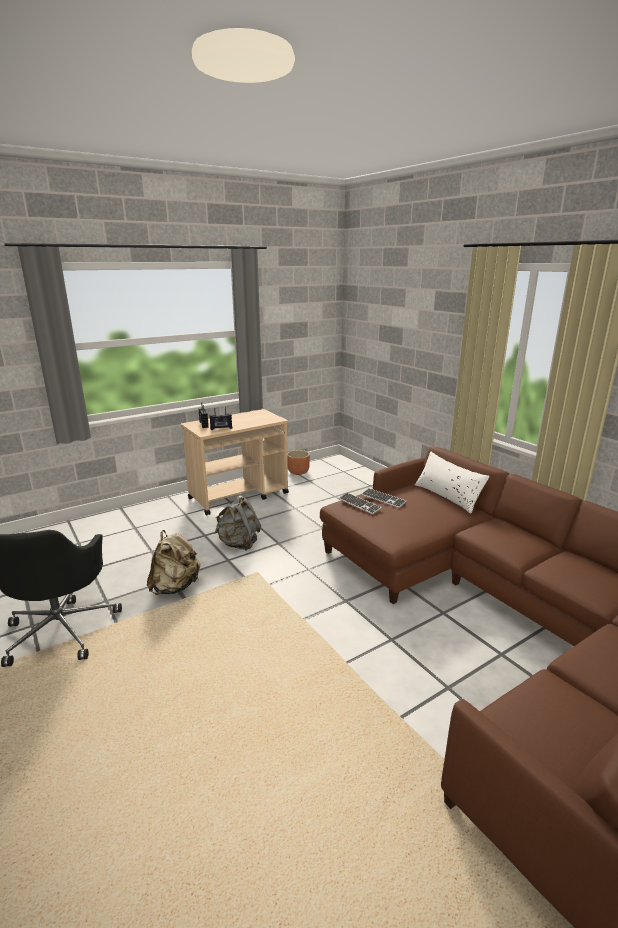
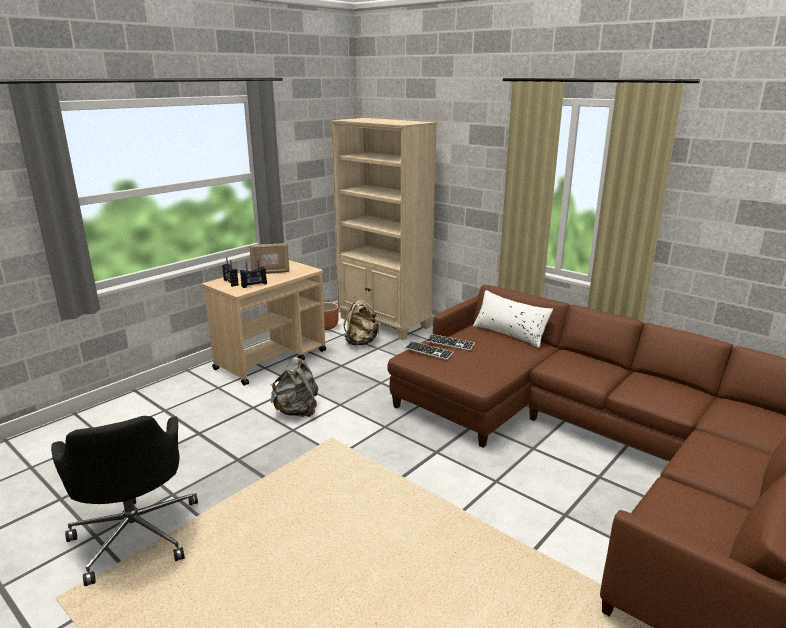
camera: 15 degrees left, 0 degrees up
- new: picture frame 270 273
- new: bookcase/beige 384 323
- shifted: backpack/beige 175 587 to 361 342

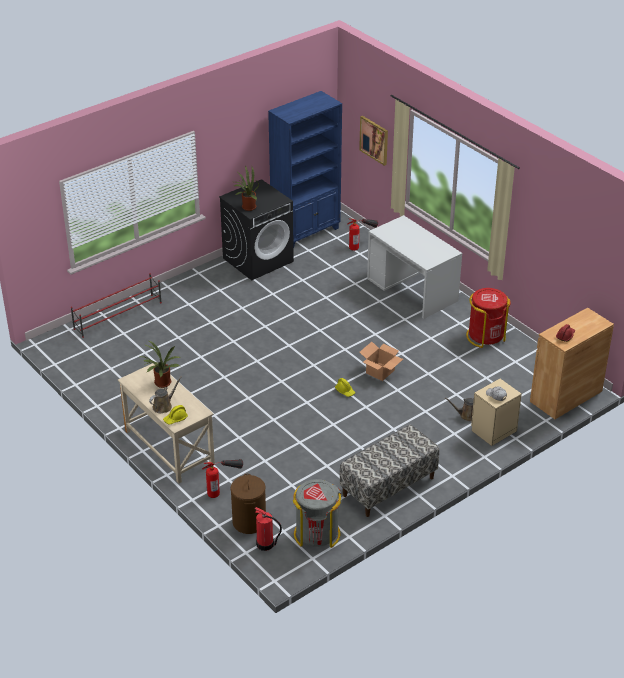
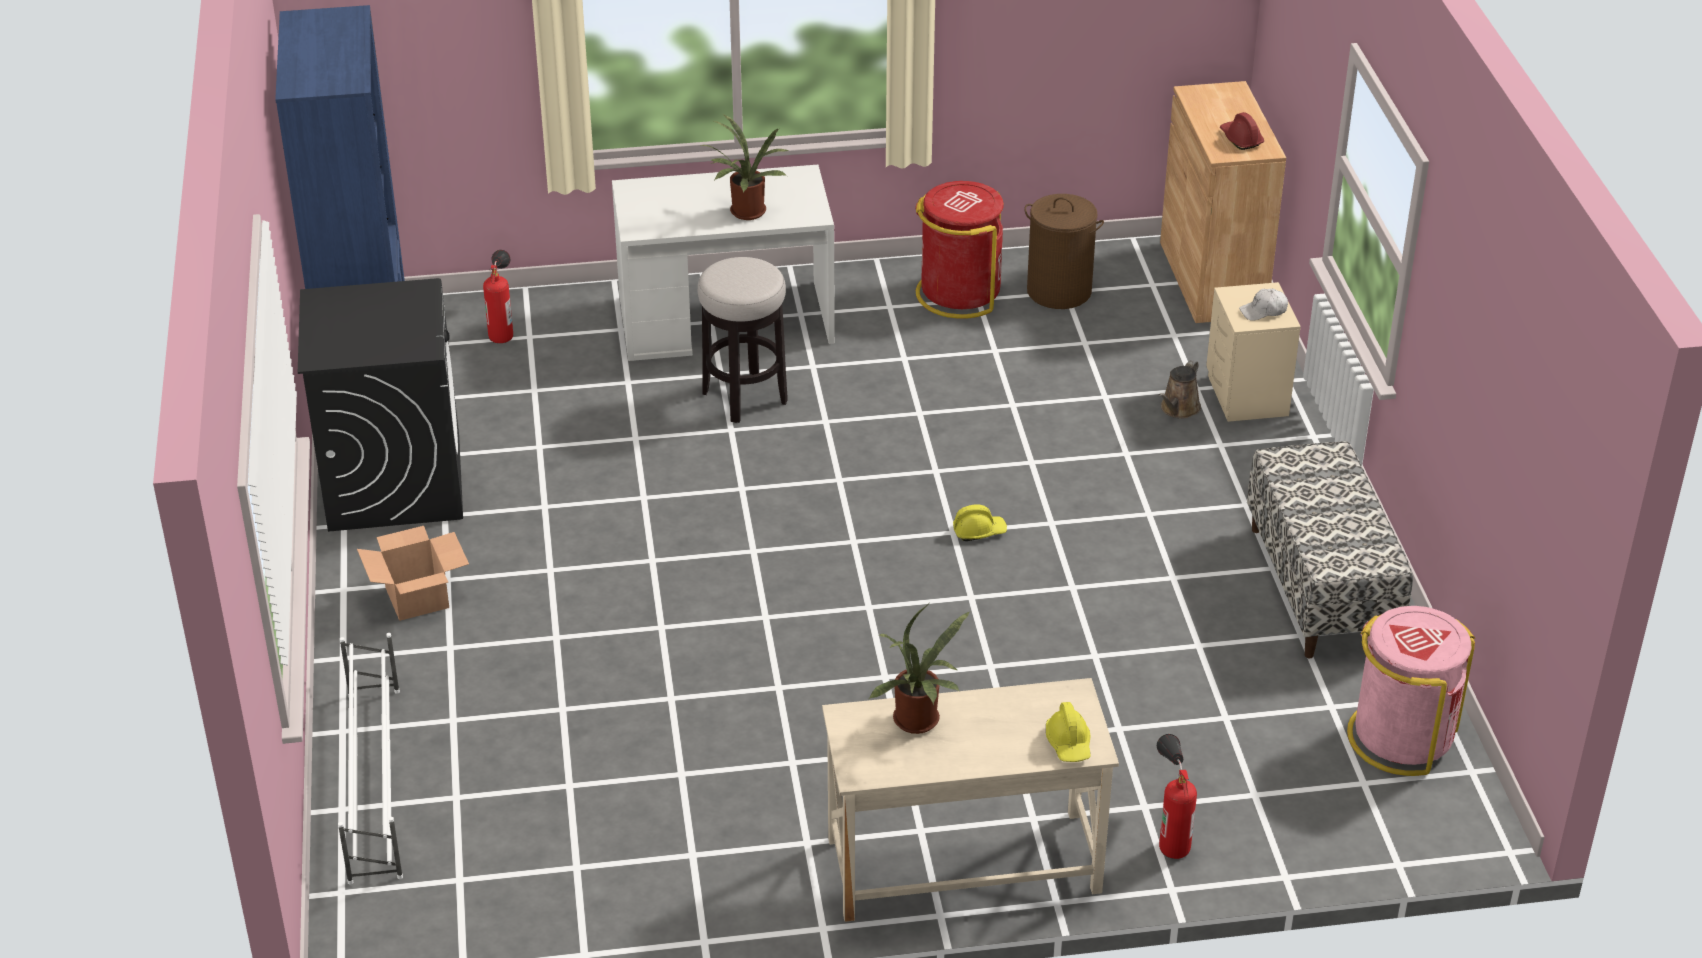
camera: 60 degrees left, 0 degrees up
- repainted: shoe rack/red 118 315 to shoe rack/white 375 782
- shifted: cardboard box 380 371 to 416 597
- new: stool 744 397
- shifted: potted plant 247 207 to 745 214
- shifted: laundry basket/brown 249 522 to 1059 291
- repainted: trash can/grey 317 534 to trash can/pink 1401 737
- gone: watering can/brown 164 406
- gone: fire extinguisher 265 544
- gone: picture 374 140

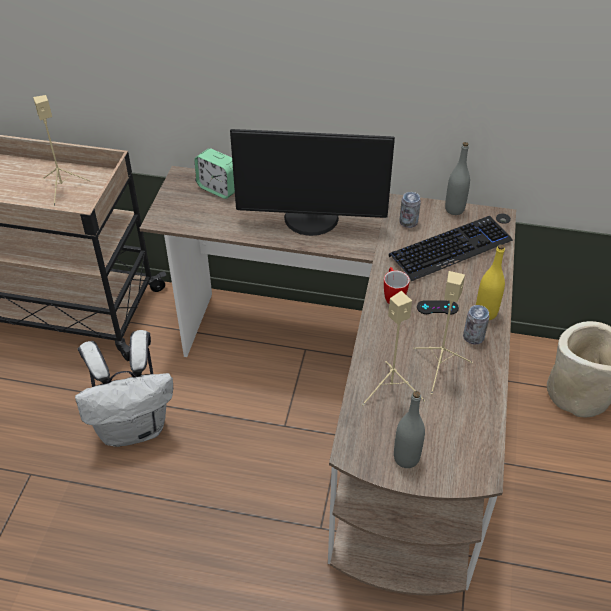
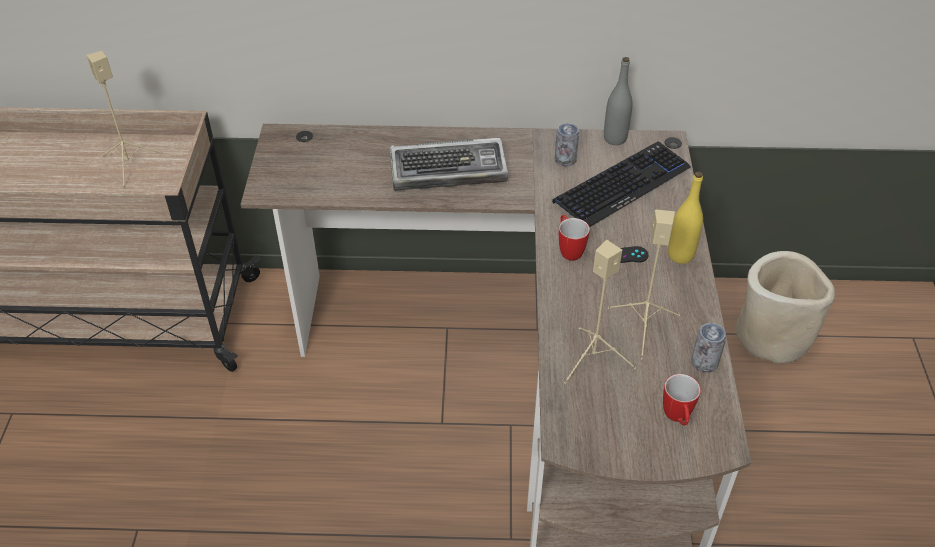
camera: 10 degrees left, 0 degrees up
- swapped: monitor 311 220 to keyboard 449 170
- new: mug 677 418
- shifted: can 473 337 to 704 363
- gone: backpack/white 134 427
- gone: alarm clock 218 188
- gone: bottle/grey 406 458

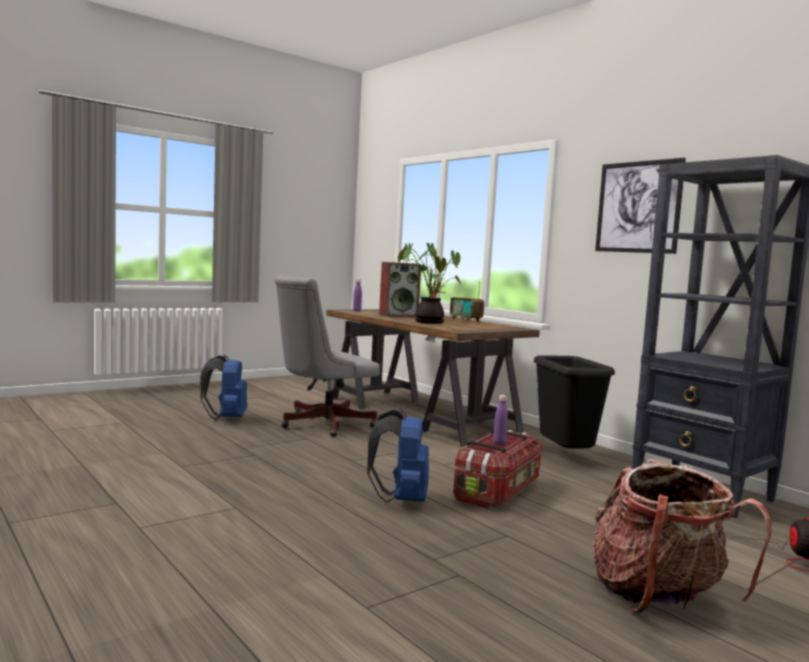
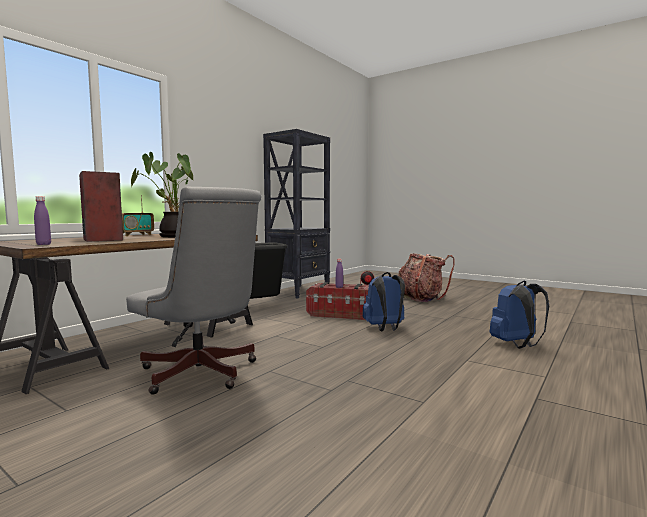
camera: 105 degrees left, 0 degrees up
- shifted: backpack/blue 226 418 to 517 345
- gone: picture 638 207

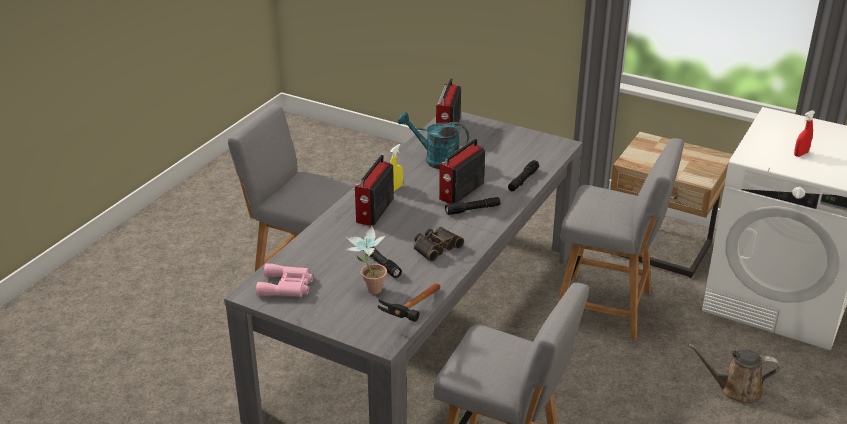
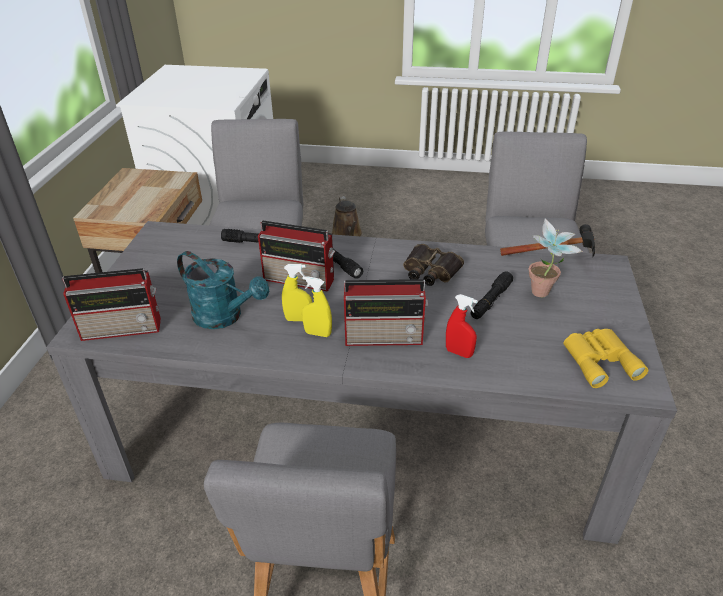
camera: 110 degrees left, 5 degrees up
- rotated: watering can/turquoise 436 160 = 225 317 60 degrees counterclockwise
- new: spray bottle/yellow 298 319
- shifted: spray bottle/red 801 154 to 459 353
- repainted: binoculars/pink 287 286 to binoculars/yellow 599 360

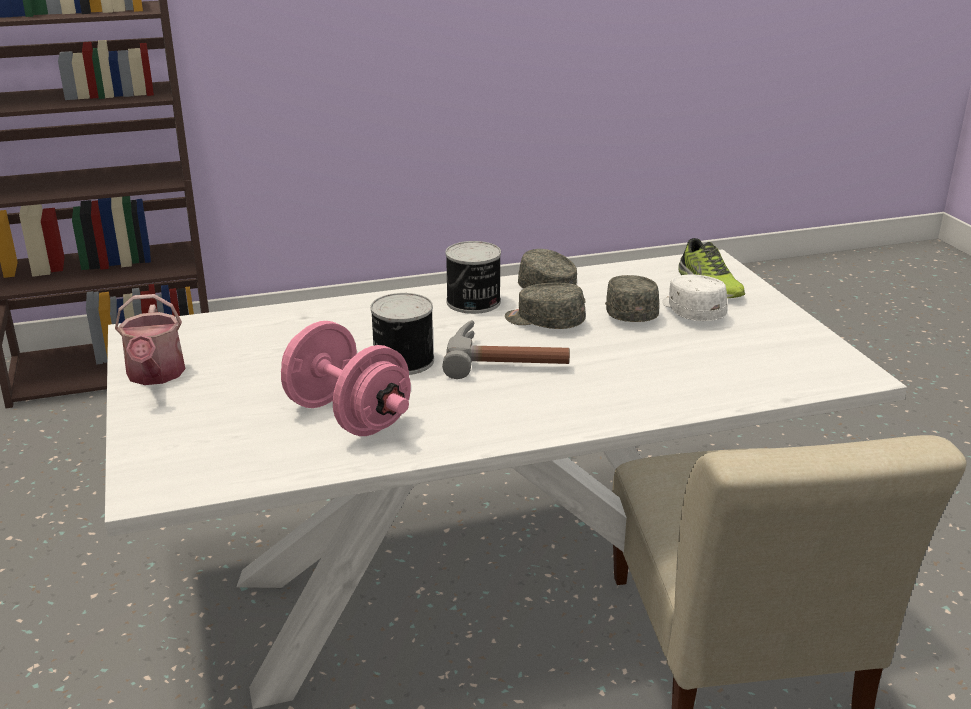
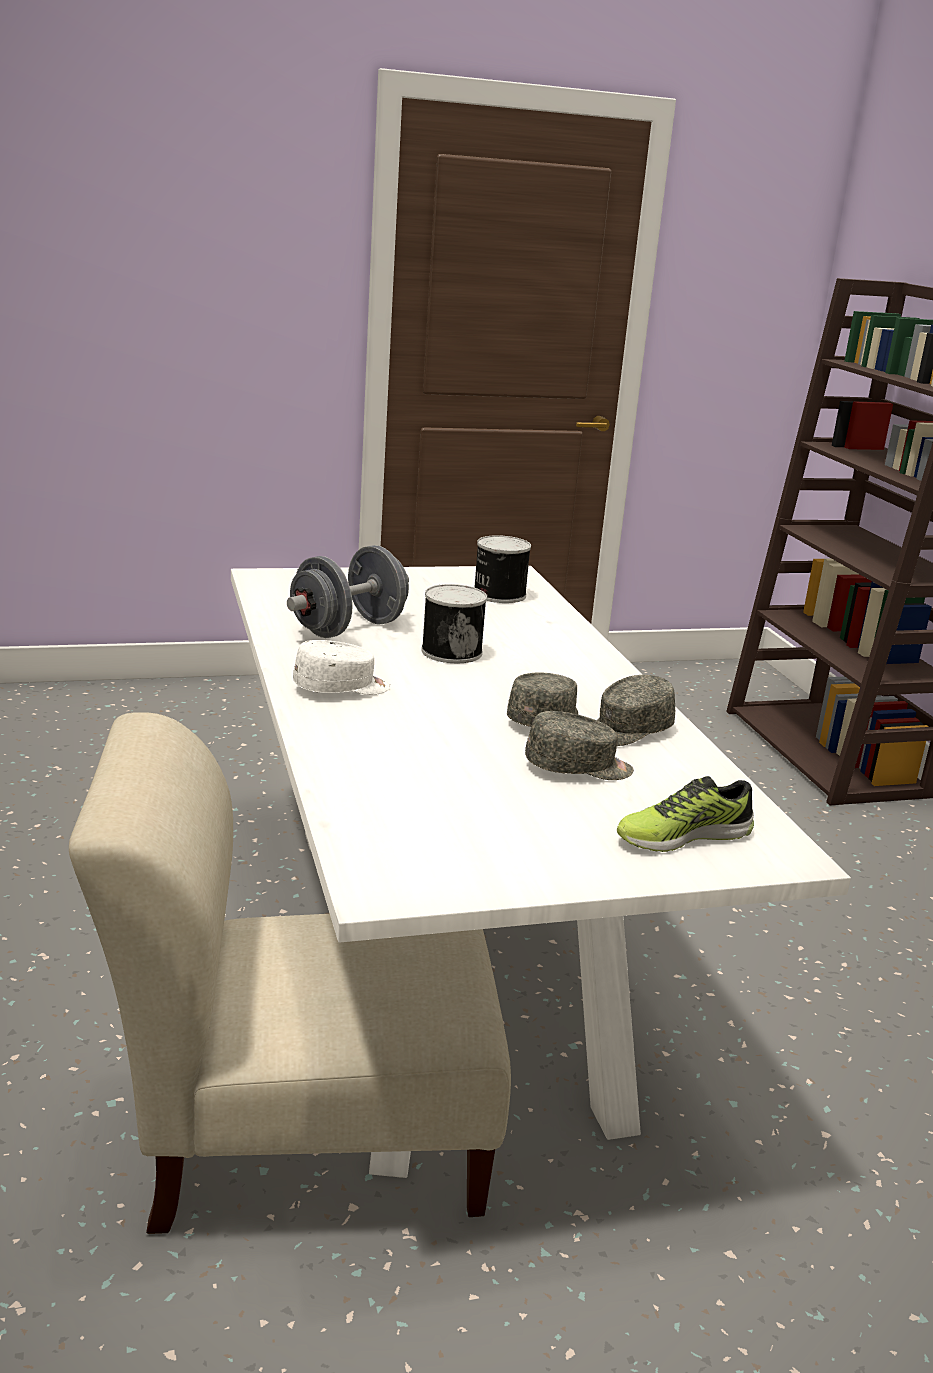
camera: 90 degrees right, 5 degrees down
- repainted: dumbbell/pink 348 416 to dumbbell/grey 348 628
- shifted: cap/white 691 311 to 342 688
- shifted: can 473 302 to 498 594
- gone: watering can 155 376
- gone: hammer 507 360

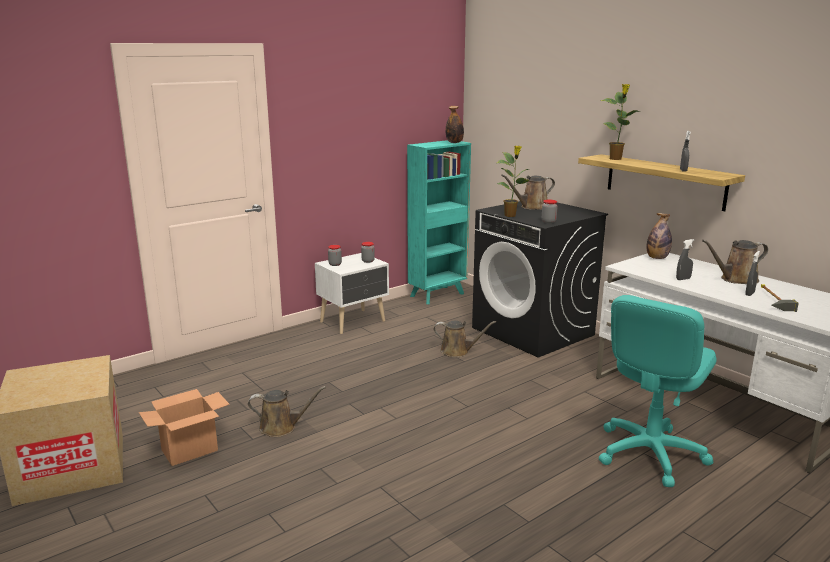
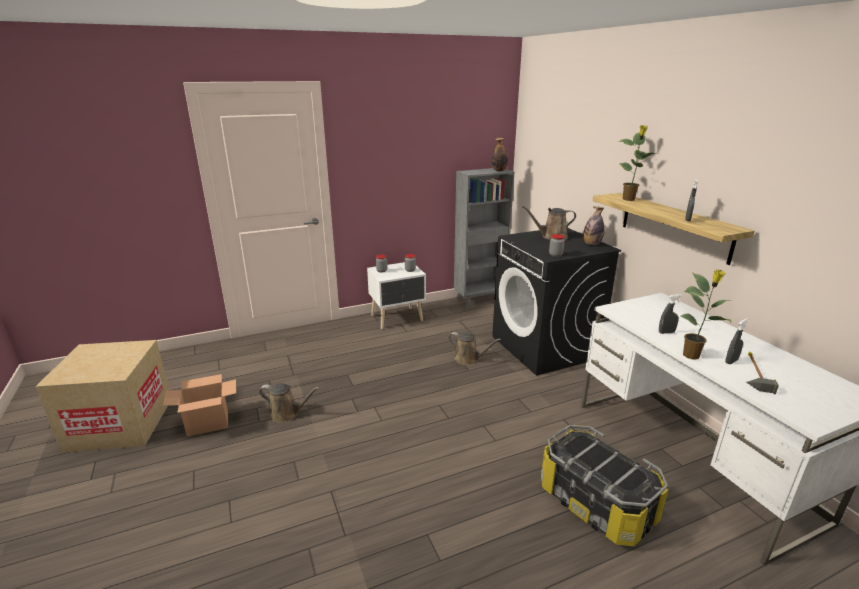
camera: 15 degrees right, 5 degrees up
- repainted: bookcase/turquoise 438 295 to bookcase/grey 479 300
- swapped: office chair/turquoise 649 453 to storage box 595 504
- shifted: bottle 657 258 to 591 244
- shifted: potted plant 511 215 to 692 355
- gone: watering can/brown 736 279

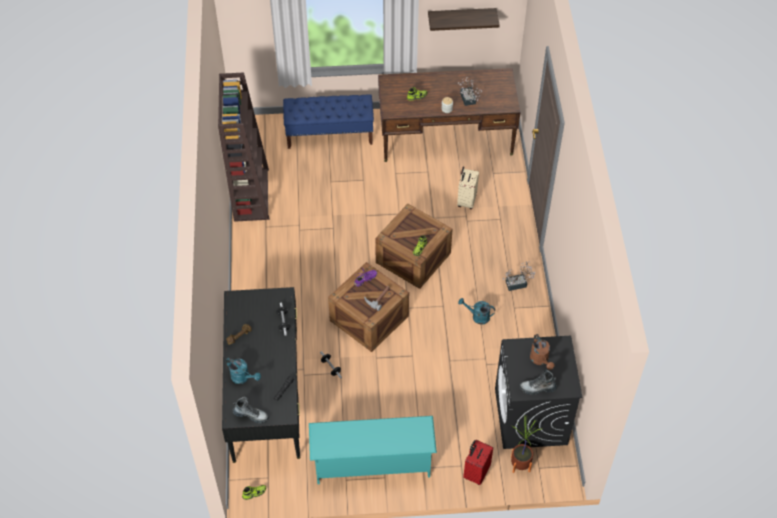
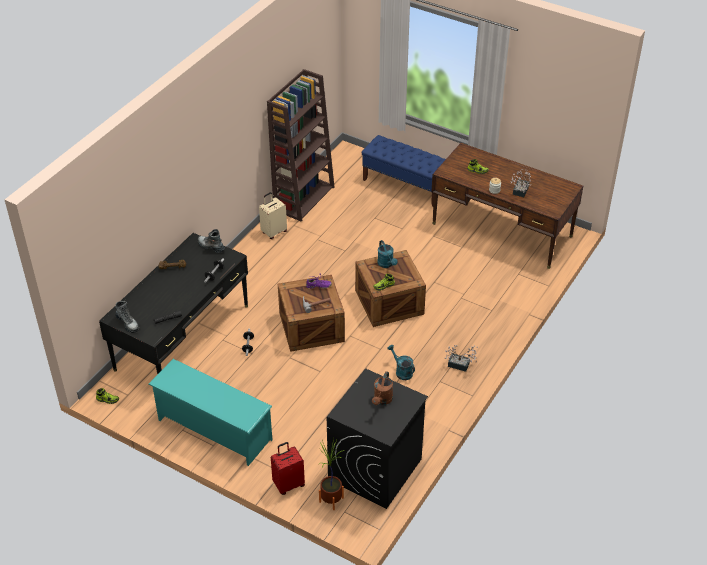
camera: 35 degrees right, 10 degrees down
- shifted: boot 537 388 to 211 247
- shifted: suitcase/beige 466 201 to 273 232
- shifted: watering can/turquoise 243 378 to 386 264
- gone: shelf 461 17

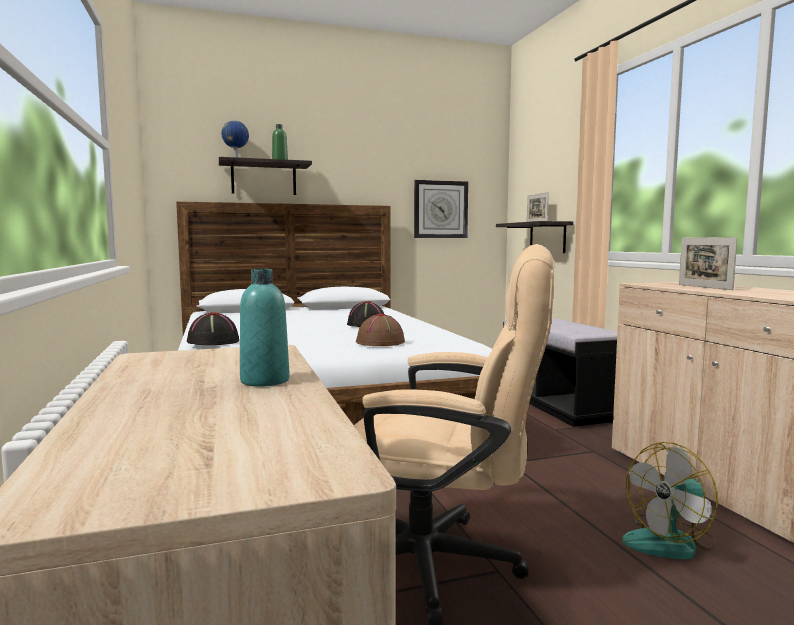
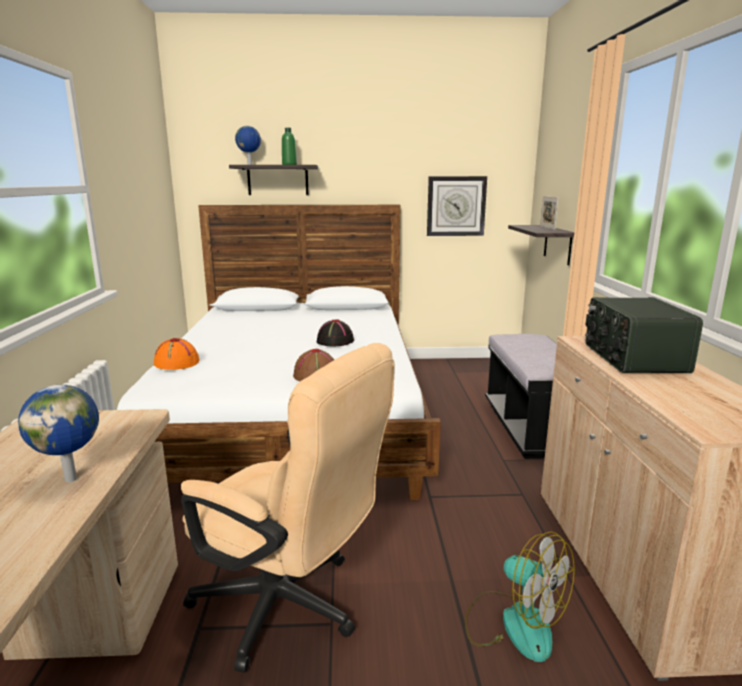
camera: 15 degrees right, 10 degrees up
- swapped: bottle/turquoise 265 381 to globe 72 478
- repainted: hat/black 213 341 to hat/orange 176 363
- rotated: fan 670 542 = 514 623 120 degrees counterclockwise
- swapped: picture frame 704 287 to radio 632 358

